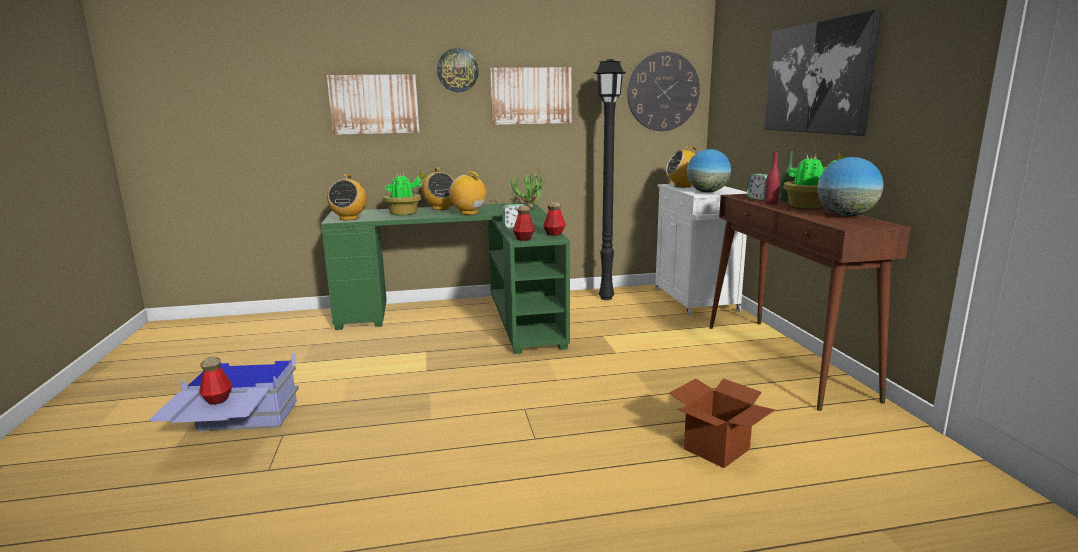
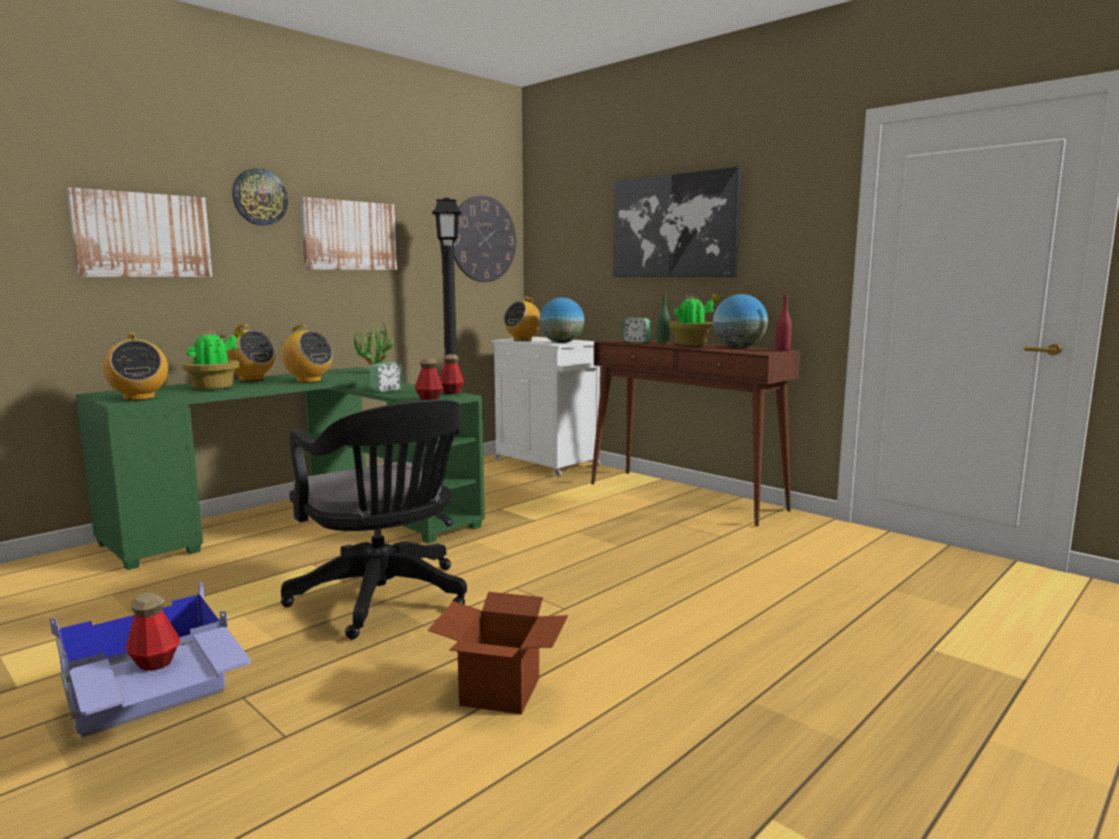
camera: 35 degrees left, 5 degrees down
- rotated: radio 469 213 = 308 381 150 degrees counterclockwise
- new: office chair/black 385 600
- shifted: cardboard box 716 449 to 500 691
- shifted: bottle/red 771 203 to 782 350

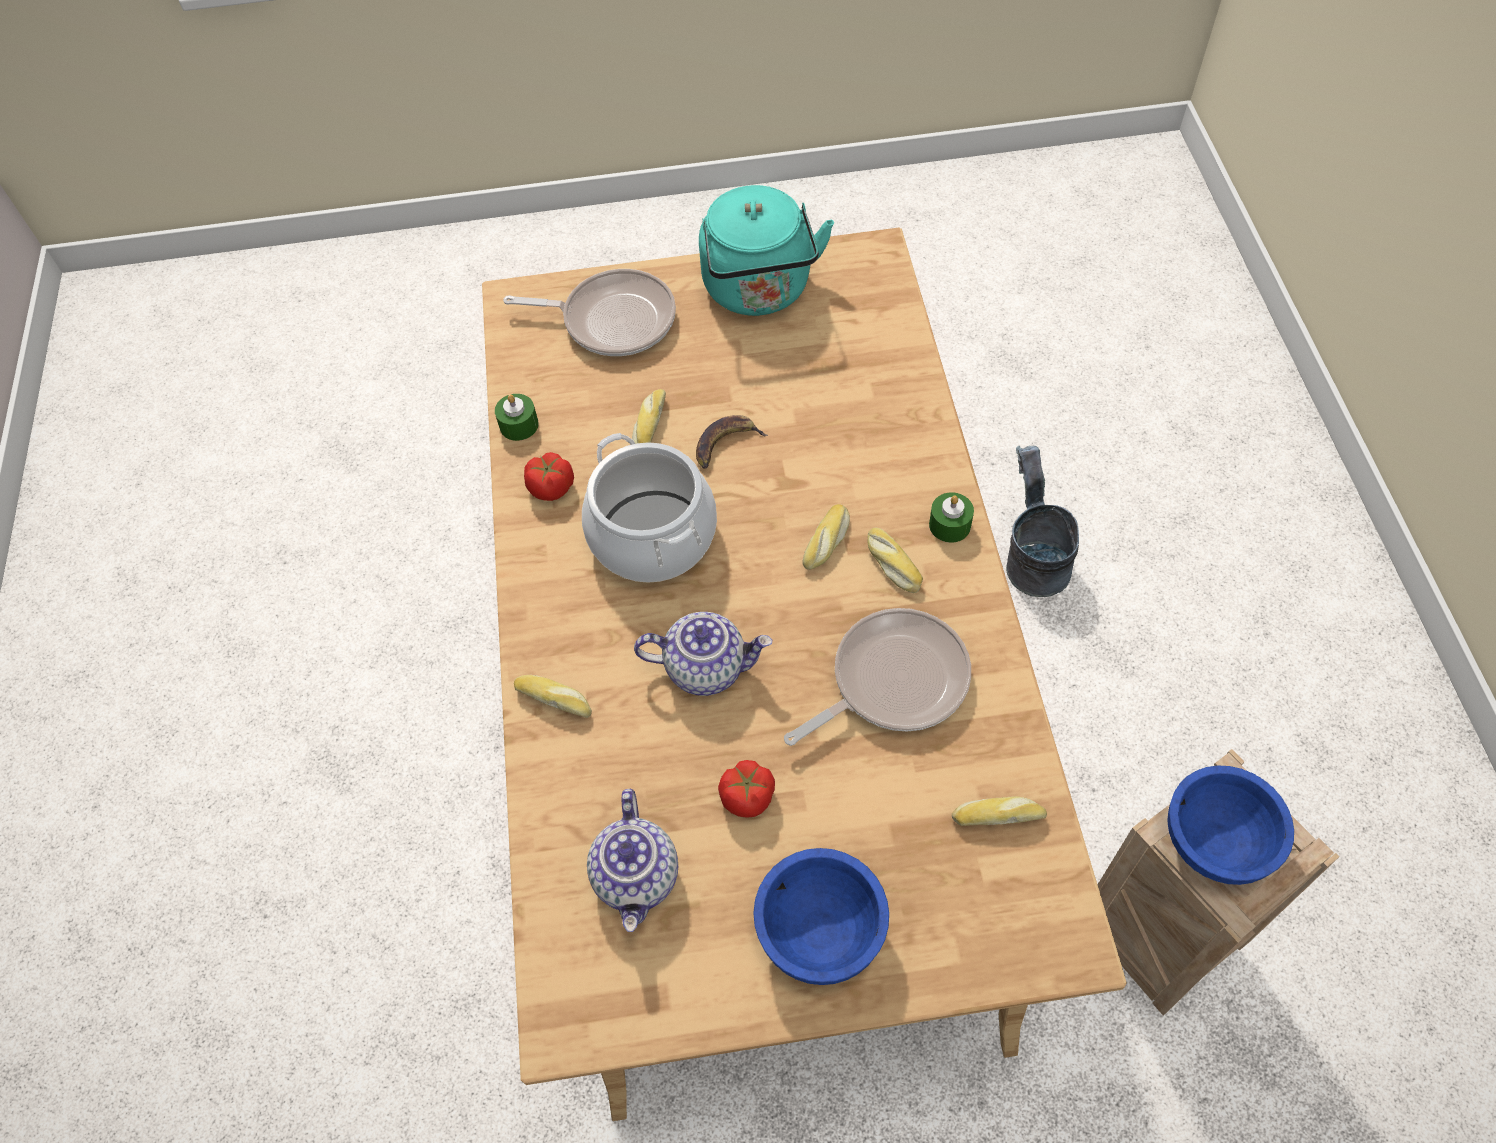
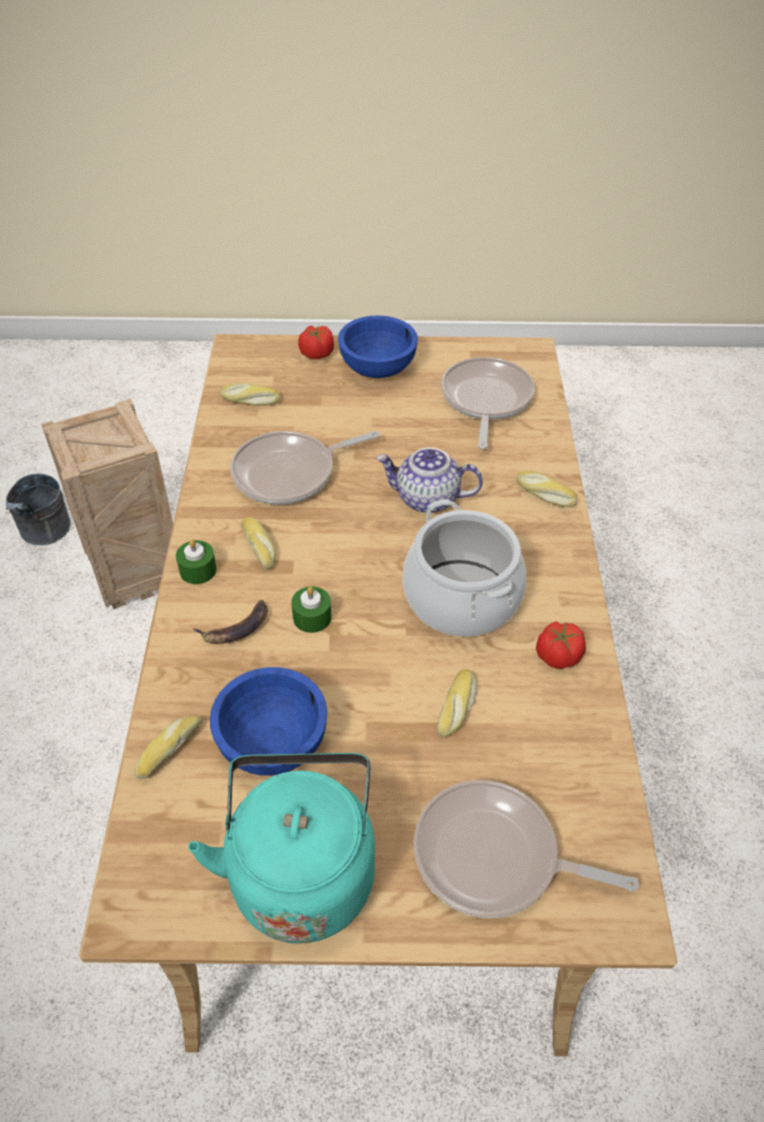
camera: 175 degrees left, 10 degrees down
- shifted: bucket/grey 1032 560 to 45 535
- shifted: bread 827 542 to 168 749
- shifted: banana 725 444 to 236 627
- shifted: bowl/blue 1216 840 to 272 743
- shifted: candle/green 519 425 to 312 617
- shifted: tomato 748 797 to 316 353
- swapped: teapot 638 877 to frying pan 485 400

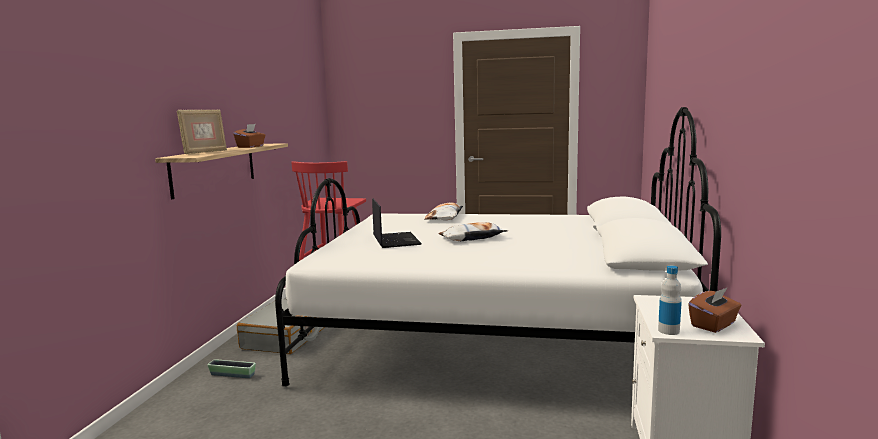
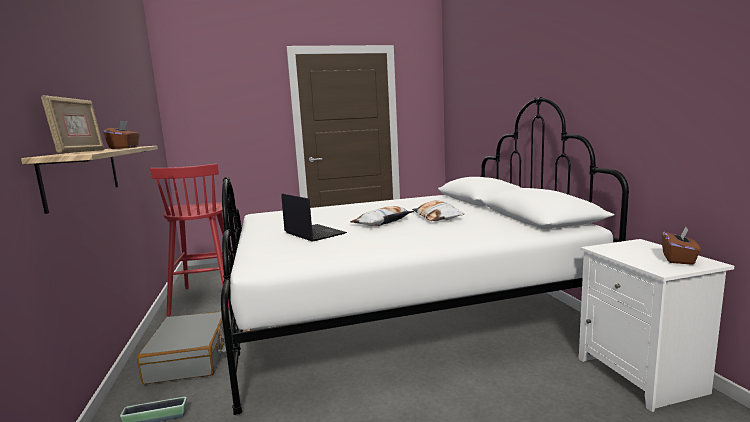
camera: 25 degrees left, 0 degrees up
- shifted: pillow 445 217 to 437 217
- gone: bottle 668 331

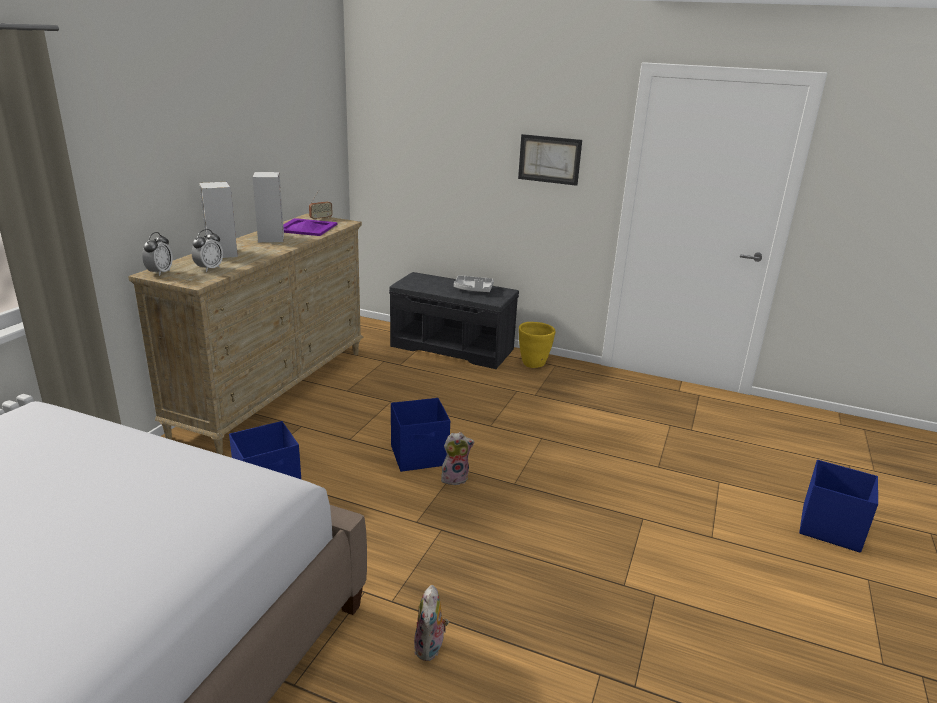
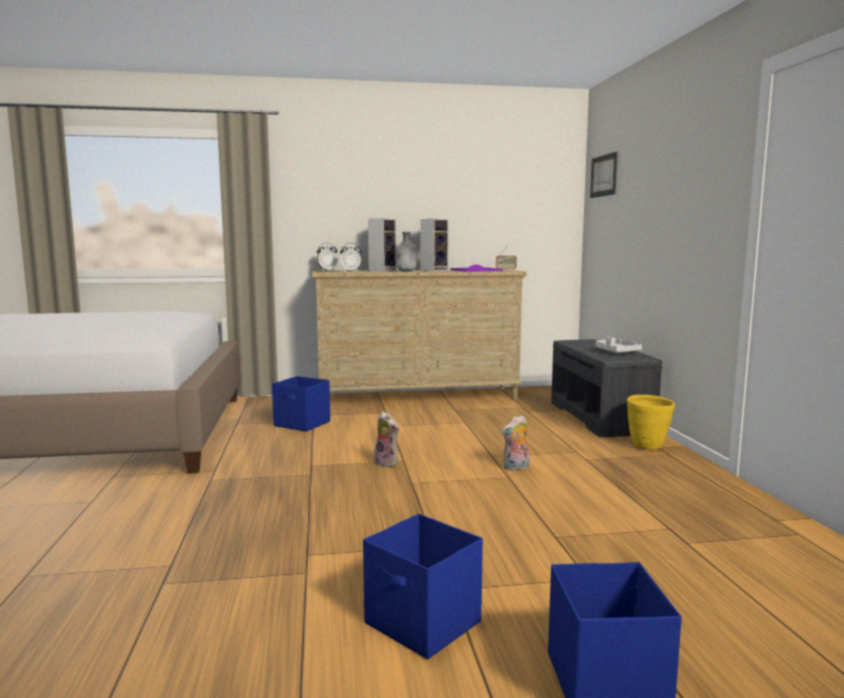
camera: 60 degrees right, 15 degrees down
- shifted: storage box/blue 420 456 to 423 624
- new: bottle/grey 406 271
- shifted: plush toy 430 648 to 516 468
- shifted: picture 549 159 to 604 175

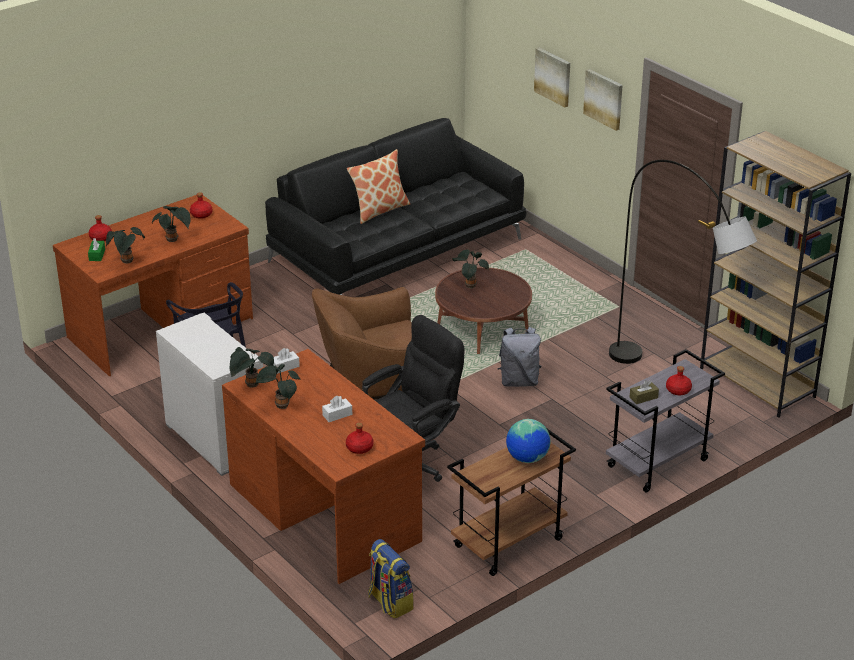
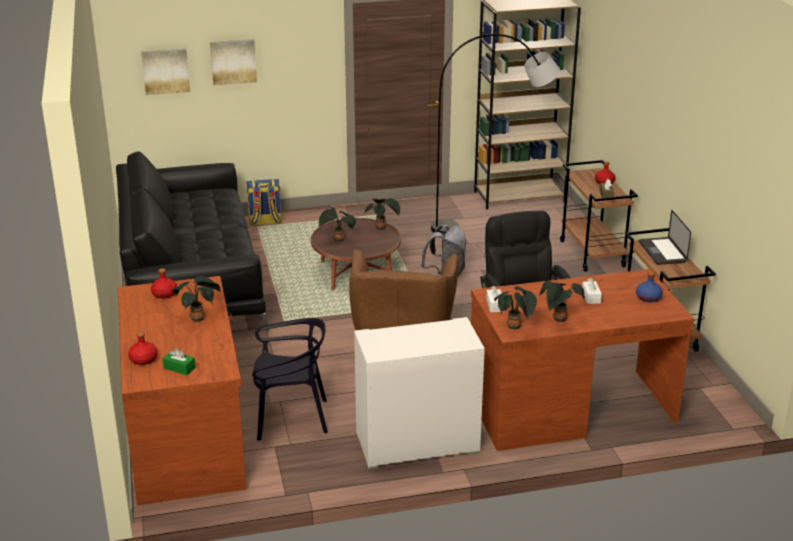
camera: 65 degrees left, 5 degrees down
- shifted: picture 604 99 to 165 71
- shifted: backpack 389 602 to 265 222
- shifted: potted plant 127 262 to 382 228
- repainted: cart/grey 657 464 to cart/brown 593 254
- repainted: bottle/red 360 448 to bottle/blue 648 297
- swapped: globe 527 458 to laptop 662 252
- gone: pillow 379 210

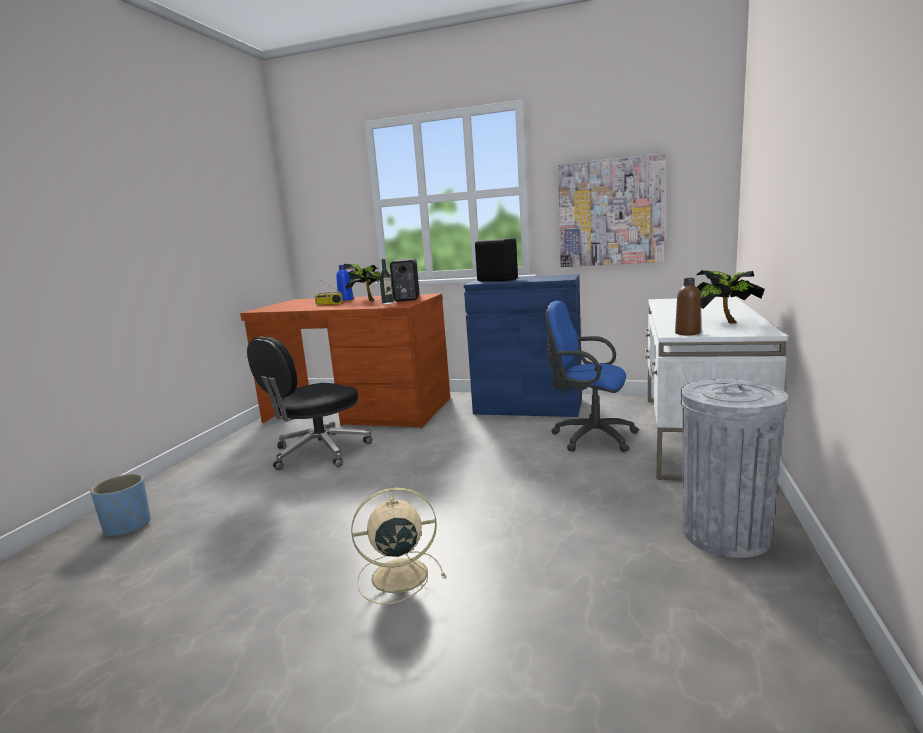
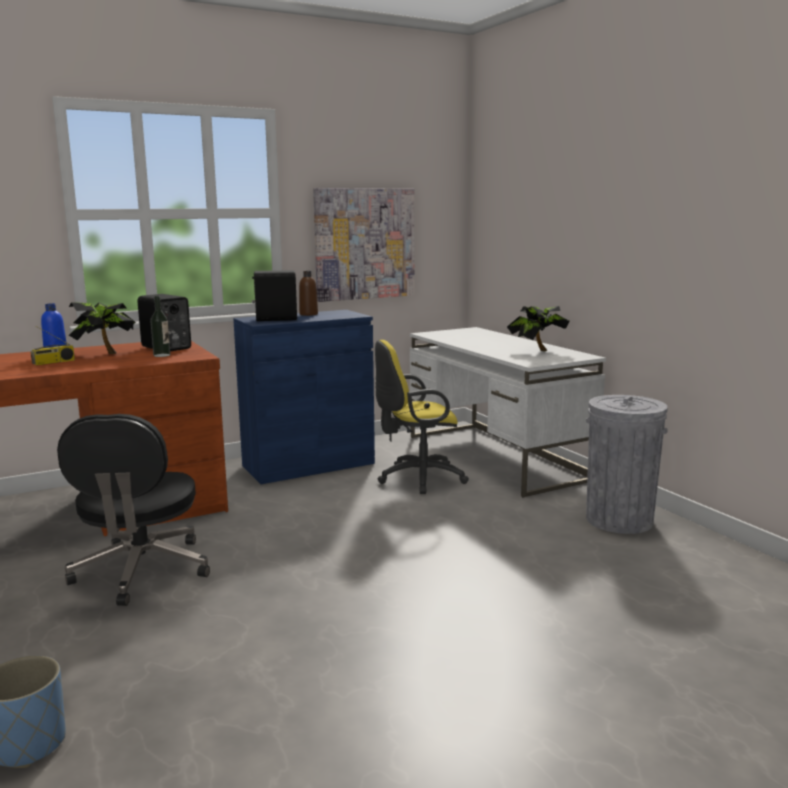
camera: 45 degrees left, 0 degrees up
- shifted: bottle/brown 687 333 to 308 314
- repainted: office chair/blue 589 437 to office chair/yellow 417 478
- gone: fan/beige 397 576

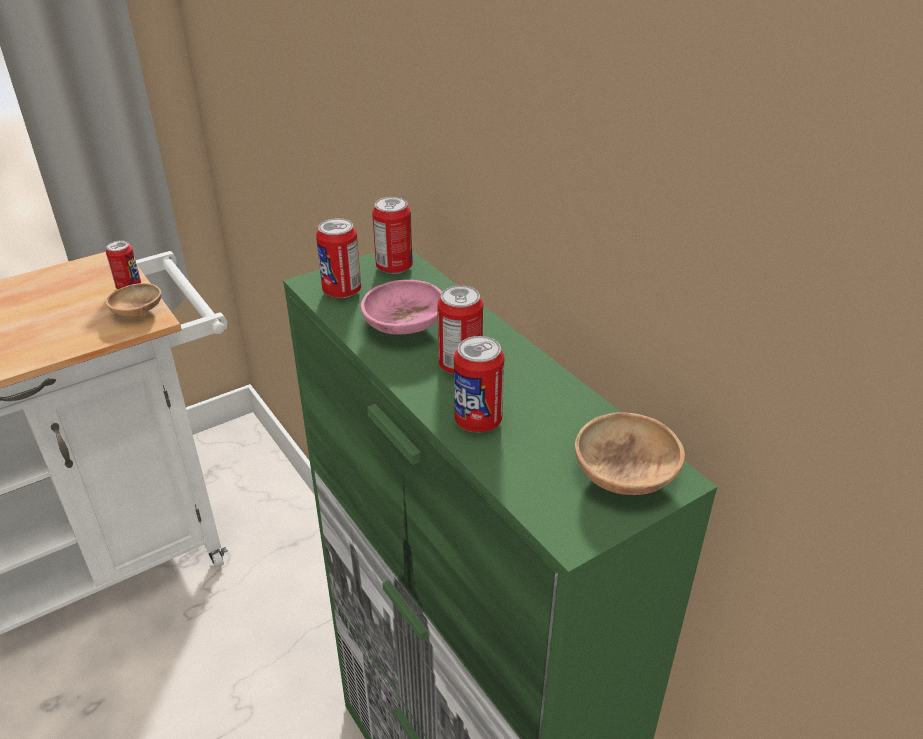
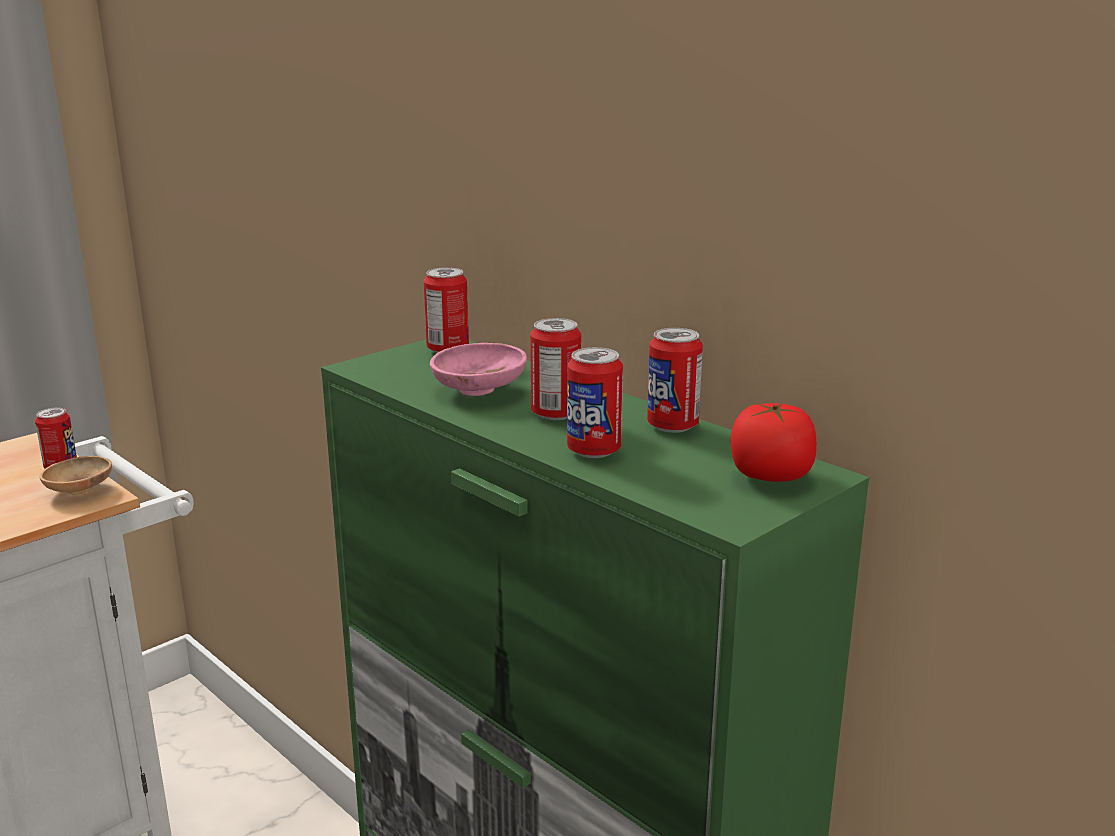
camera: 10 degrees left, 15 degrees down
- shifted: can 342 291 to 672 426
- swapped: bowl/brown 625 476 to tomato 770 476

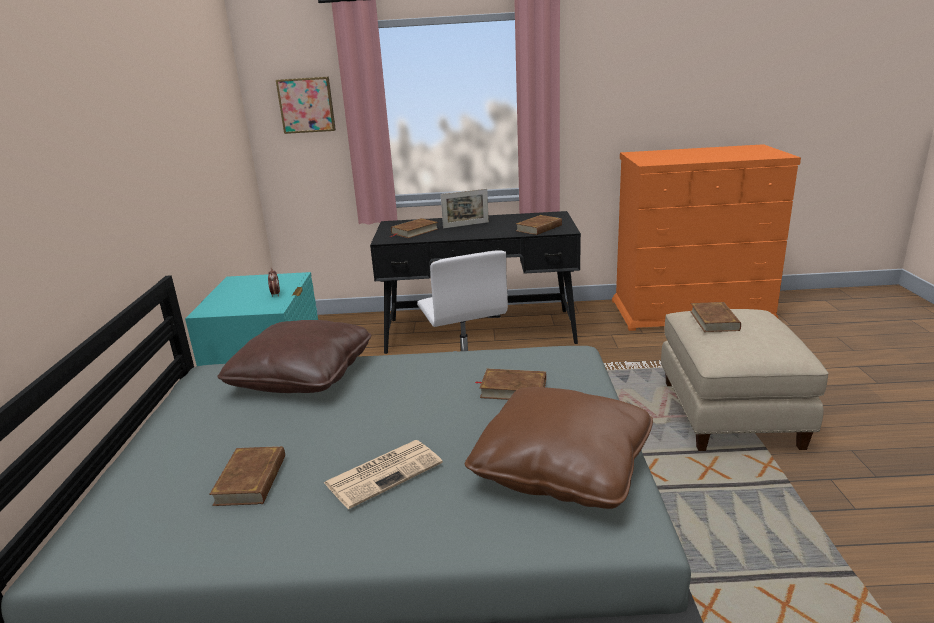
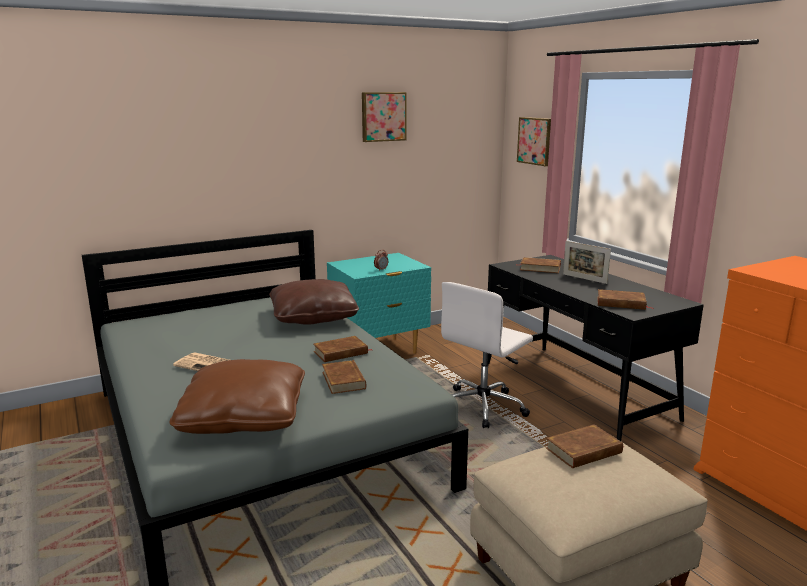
camera: 60 degrees right, 5 degrees down
- shifted: book/brown 251 480 to 341 352
- new: picture 383 116

